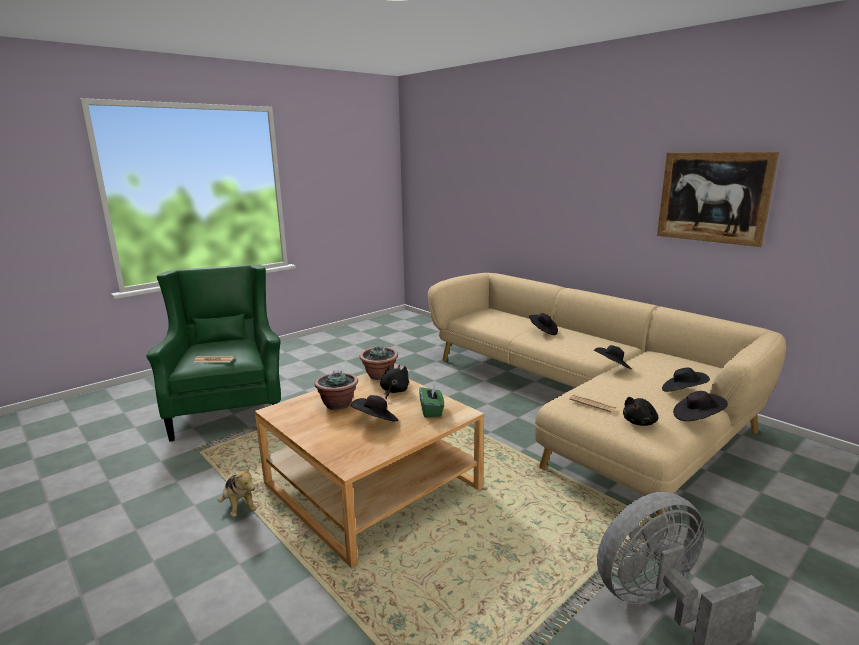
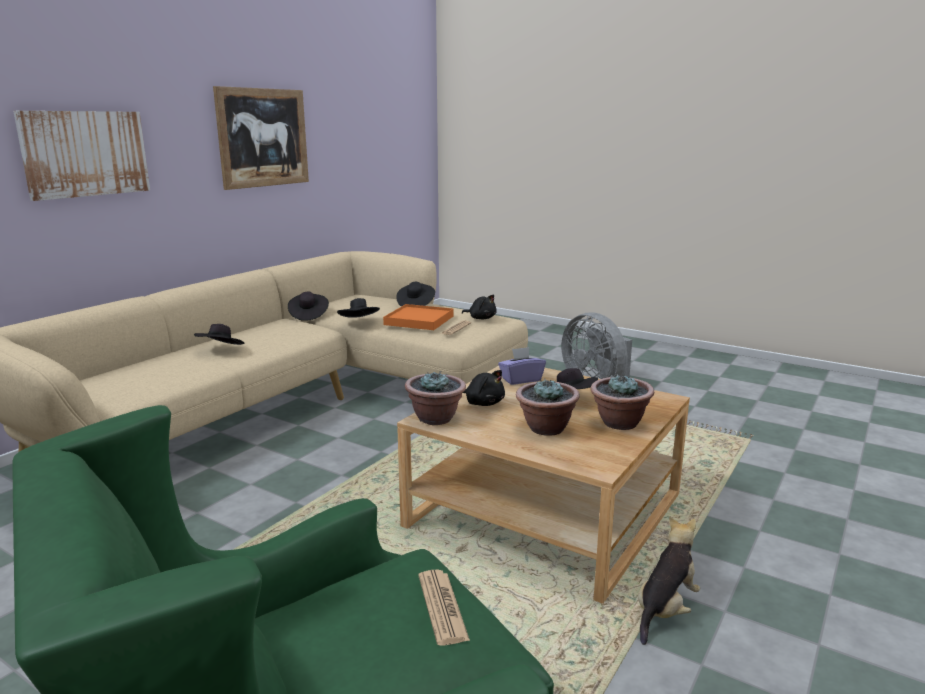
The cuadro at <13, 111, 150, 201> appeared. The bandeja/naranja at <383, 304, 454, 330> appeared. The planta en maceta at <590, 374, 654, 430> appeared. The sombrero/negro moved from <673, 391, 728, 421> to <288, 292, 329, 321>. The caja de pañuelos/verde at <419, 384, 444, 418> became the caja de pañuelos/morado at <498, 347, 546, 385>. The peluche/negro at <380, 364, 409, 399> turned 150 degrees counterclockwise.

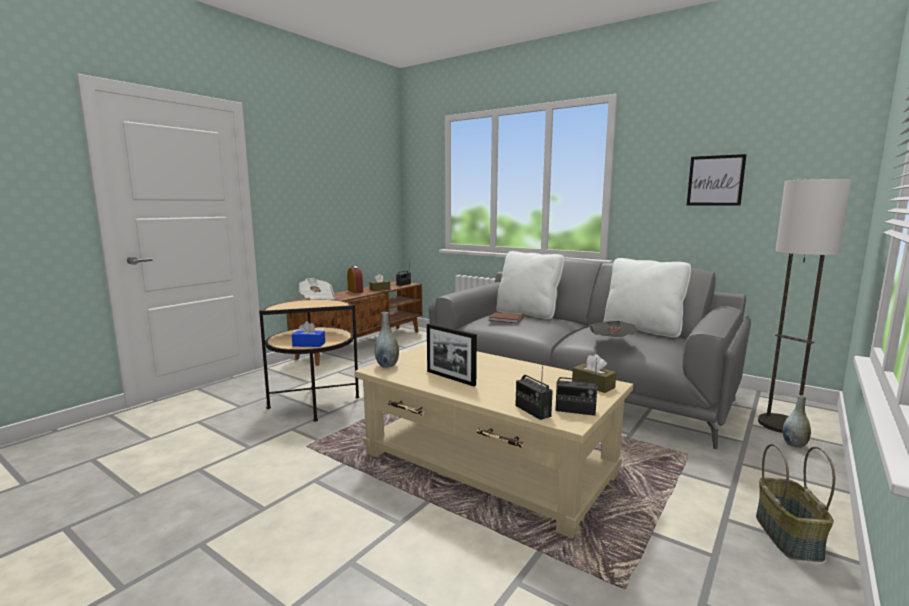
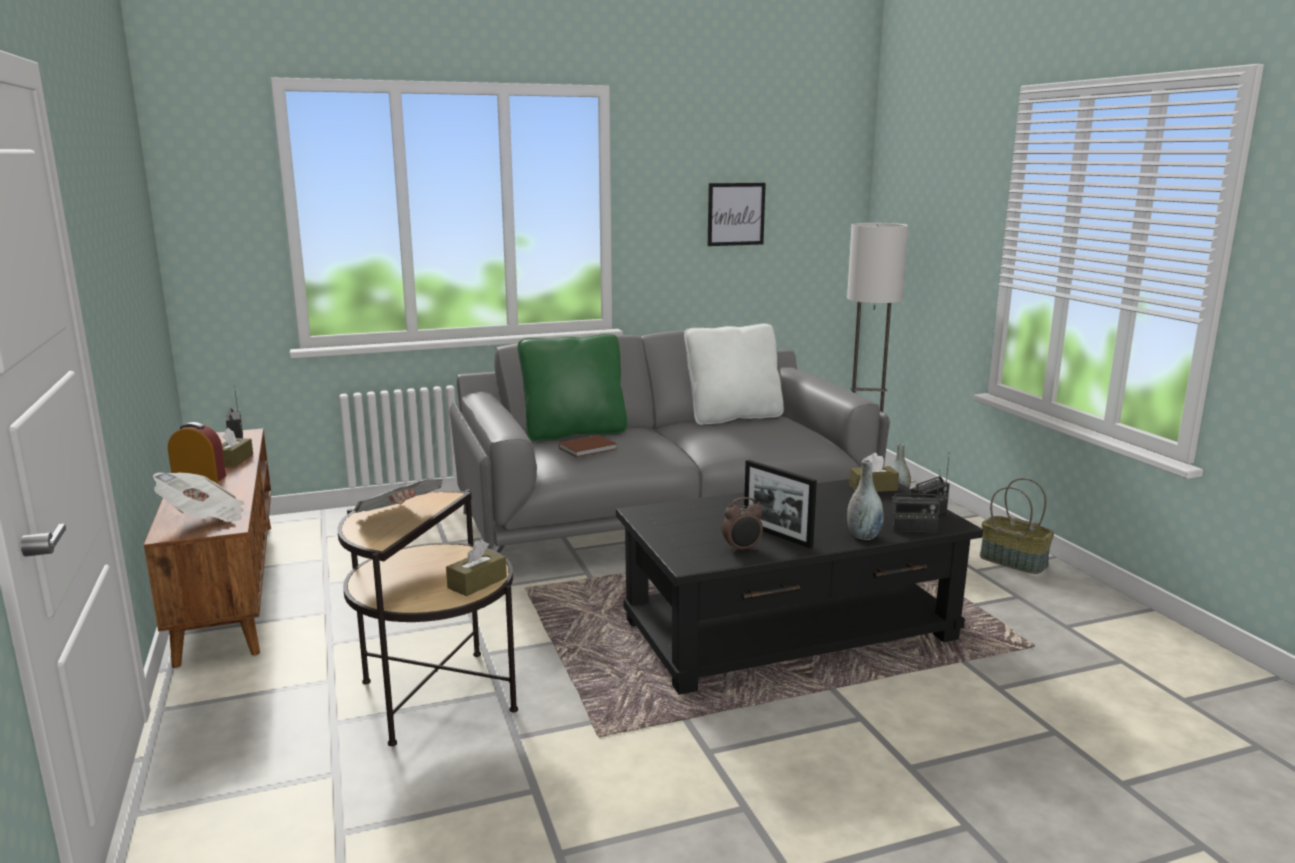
The despertador at <722, 497, 763, 553> appeared. The florero/gris moved from <375, 312, 399, 368> to <847, 460, 884, 540>. The periódico moved from <588, 321, 639, 337> to <354, 479, 443, 513>. The caja de pañuelos/azul at <292, 321, 325, 347> became the caja de pañuelos/marrón at <446, 541, 507, 596>. The mesa de centro/beis at <354, 344, 633, 538> became the mesa de centro/negro at <616, 479, 983, 695>. The cojín/blanco at <496, 251, 564, 319> became the cojín/verde at <518, 334, 628, 441>. The portarretratos at <427, 324, 477, 386> turned 60 degrees clockwise.

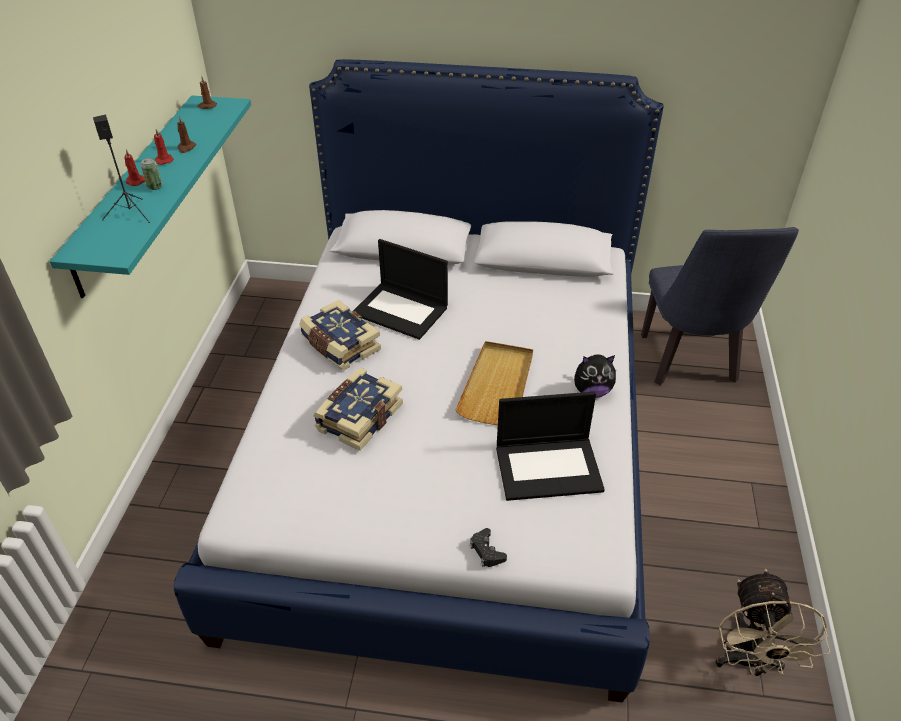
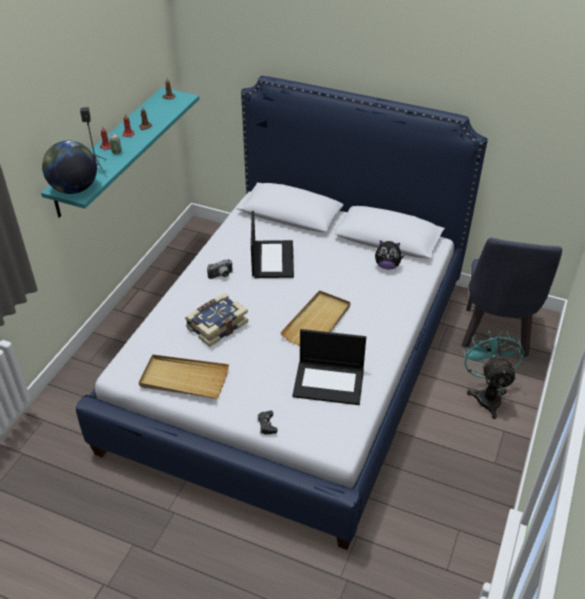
The ventilador/beis at <715, 569, 830, 676> disappeared. The globo terráqueo at <42, 140, 97, 194> appeared. The bandeja/beis at <139, 354, 229, 399> appeared. The ventilador/turquesa at <463, 330, 524, 419> appeared. The peluche moved from <574, 354, 616, 398> to <375, 240, 404, 269>. The libro at <299, 300, 381, 370> was replaced by the cámara at <207, 259, 233, 279>. The portátil at <352, 239, 448, 340> turned 135 degrees counterclockwise.

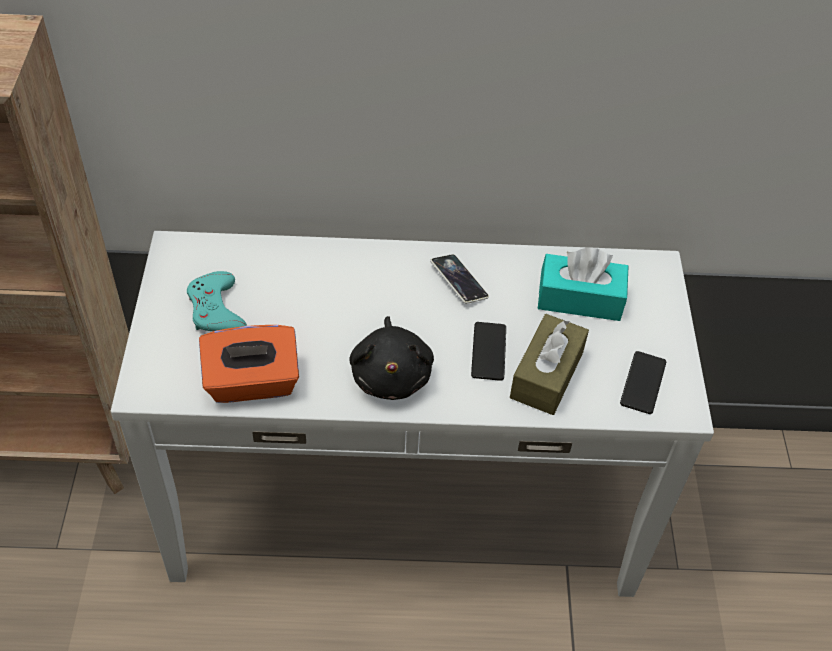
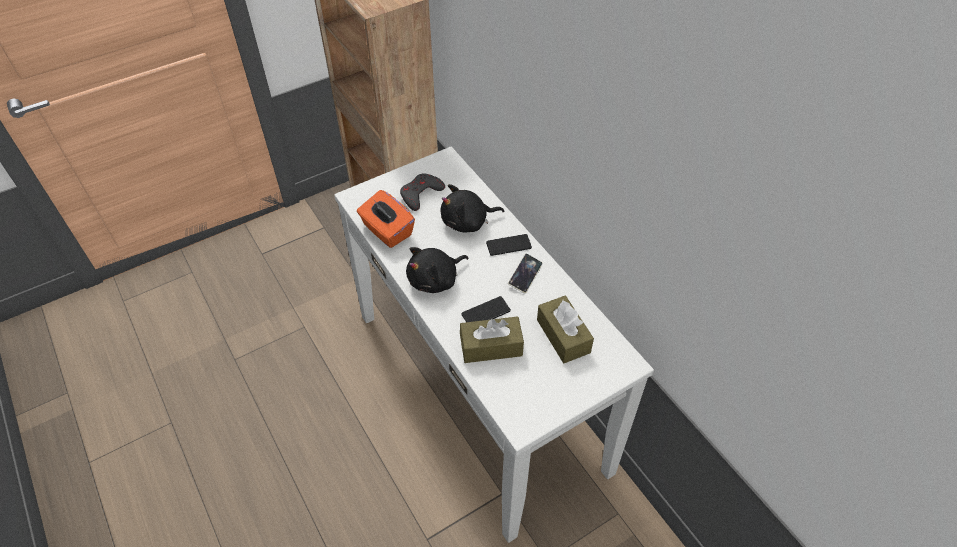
The peluche/negro at <441, 184, 504, 232> appeared. The móvil moved from <620, 351, 666, 414> to <486, 234, 532, 256>. The mando de consola/turquesa at <187, 271, 247, 332> became the mando de consola/gris at <400, 173, 445, 211>. The caja de pañuelos/turquesa at <538, 248, 629, 321> became the caja de pañuelos/marrón at <537, 296, 594, 363>.

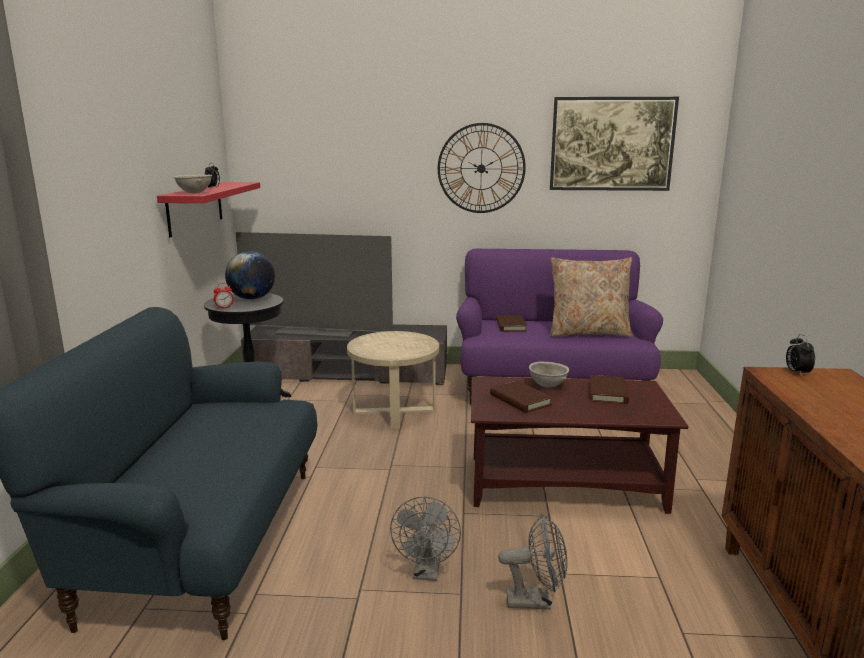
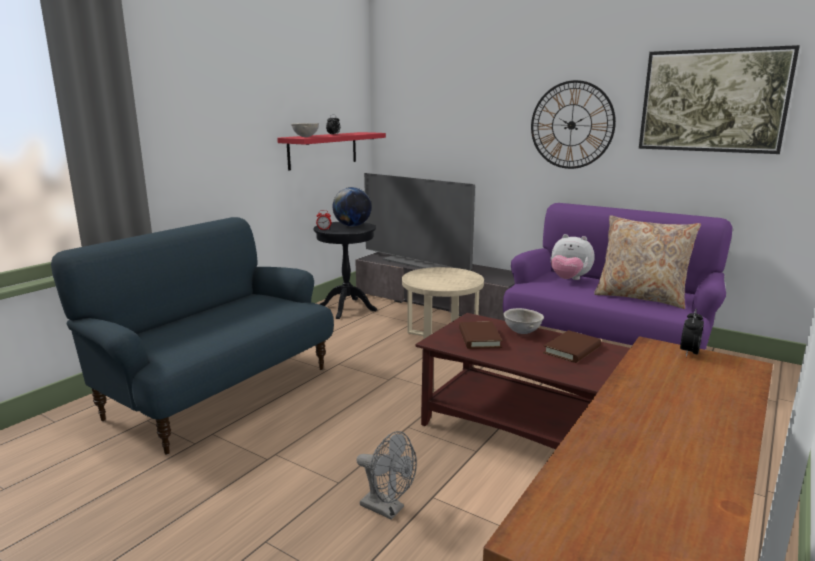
The ventilador/gris at <390, 497, 461, 581> disappeared. The libro/marrón at <496, 315, 527, 332> was replaced by the peluche at <551, 234, 595, 280>.

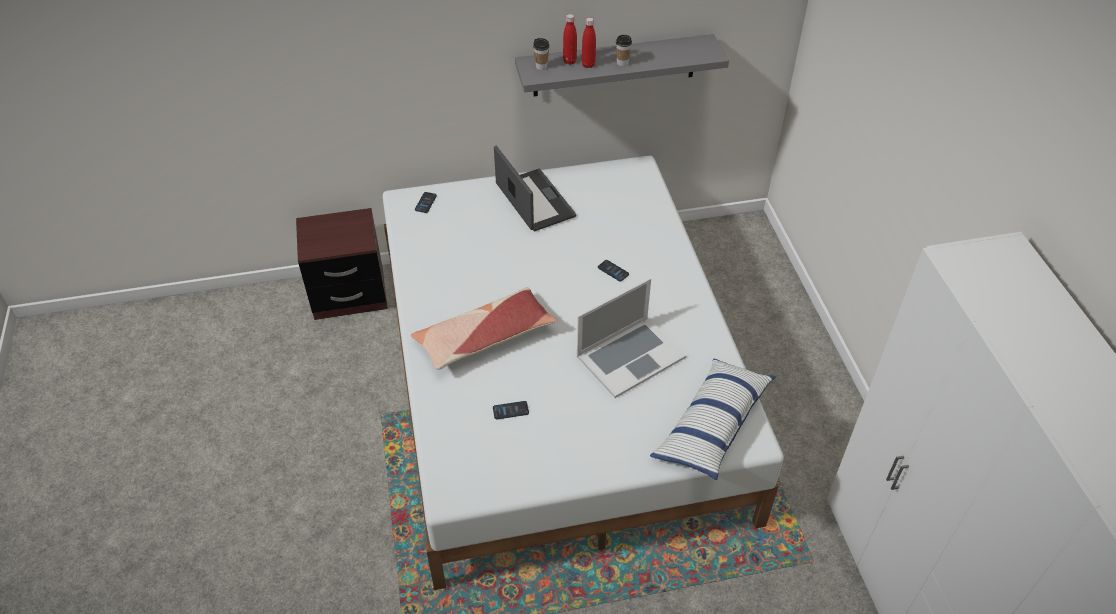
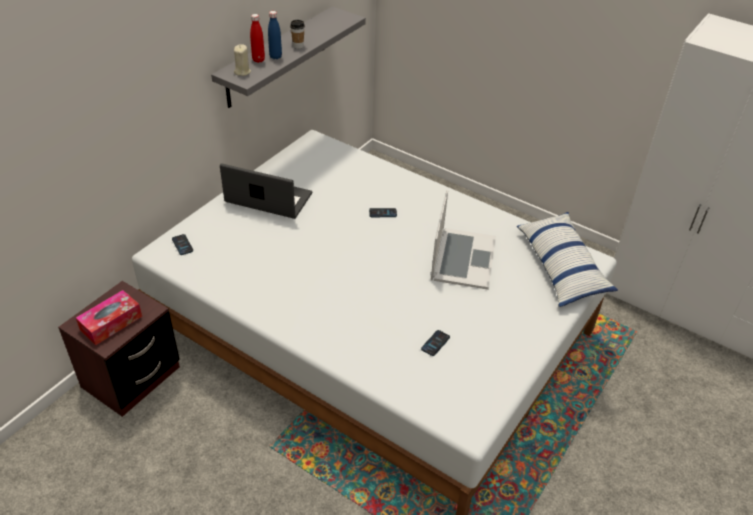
The cojín at <411, 287, 558, 370> disappeared. The caja de pañuelos at <76, 290, 142, 345> appeared. The taza at <533, 38, 550, 70> was replaced by the vela/beis at <234, 44, 251, 76>. The botella/rojo at <582, 18, 596, 68> became the botella/azul at <268, 11, 282, 59>.

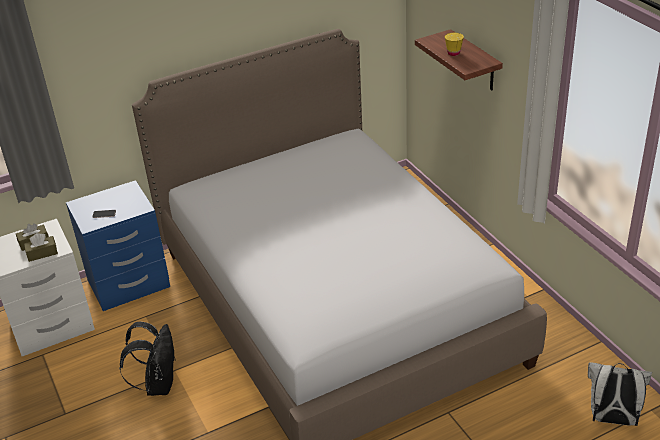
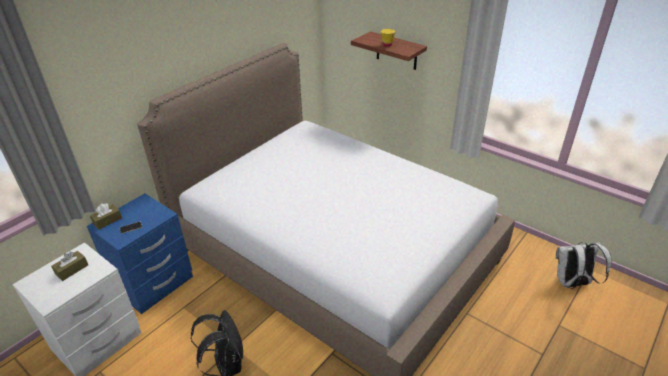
The caja de pañuelos/marrón moved from <24, 233, 58, 262> to <90, 203, 122, 230>.

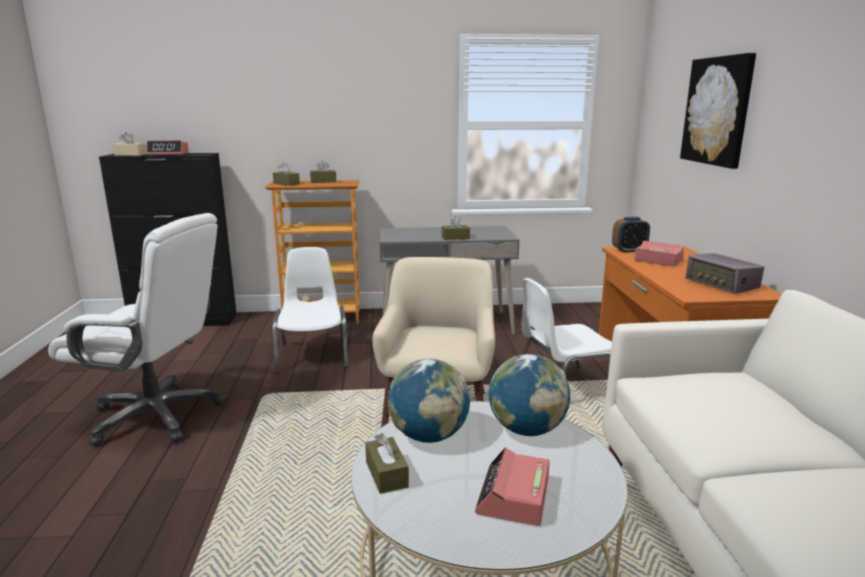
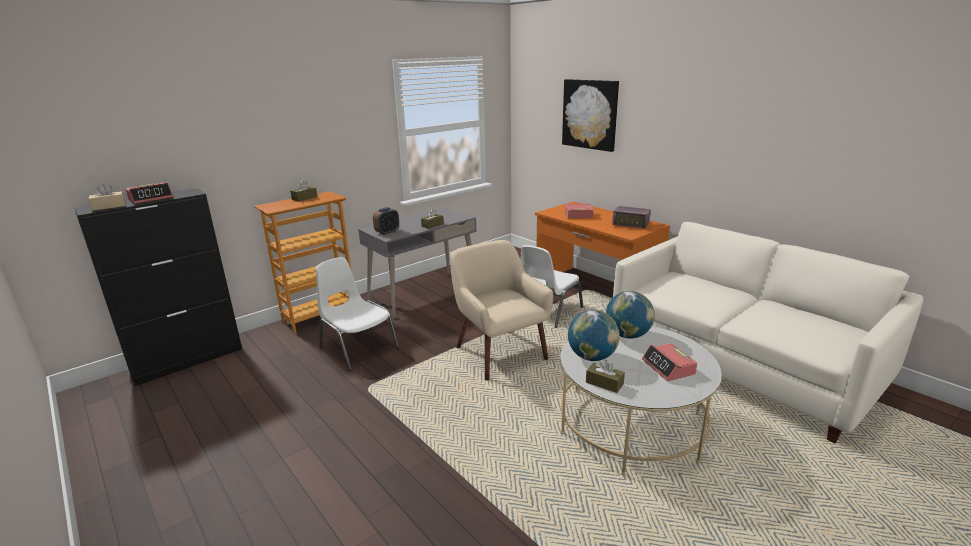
The silla de oficina/blanco at <48, 213, 224, 447> disappeared. The caja de pañuelos/marrón at <273, 162, 300, 186> disappeared. The despertador moved from <612, 217, 650, 253> to <373, 207, 399, 235>.

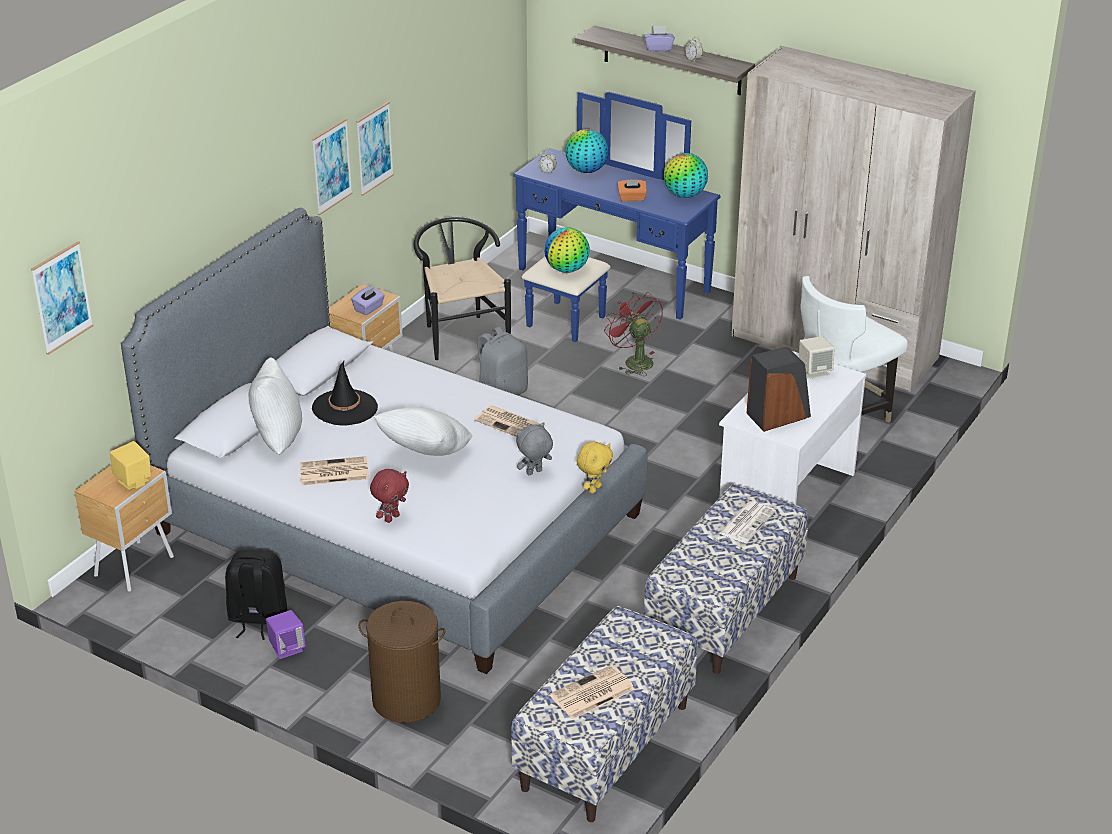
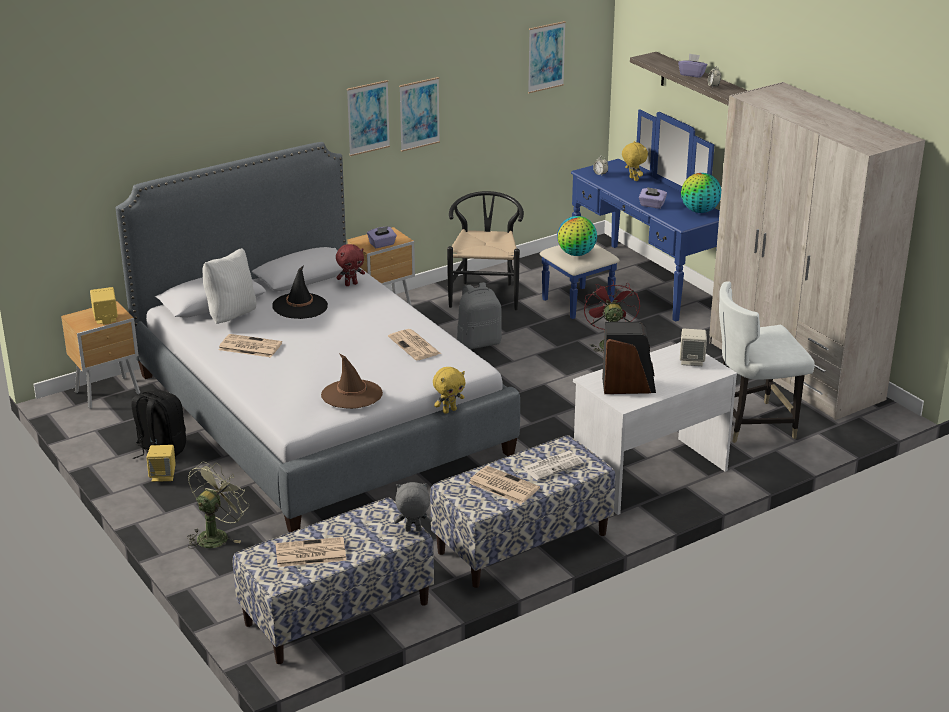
The cojín/blanco at <374, 407, 473, 456> disappeared. The sombrero/marrón at <321, 354, 383, 409> appeared. The periódico at <469, 466, 540, 504> appeared. The cuadro moved from <31, 241, 93, 355> to <528, 21, 566, 93>. The peluche/rojo moved from <370, 469, 409, 523> to <336, 244, 365, 286>. The peluche/gris moved from <516, 422, 553, 475> to <394, 482, 432, 532>. The cesto de la ropa/marrón at <358, 601, 445, 723> was replaced by the ventilador/verde at <187, 462, 249, 549>. The globo terráqueo at <565, 129, 609, 173> was replaced by the peluche/amarillo at <622, 141, 648, 181>. The altavoz/morado at <266, 610, 306, 659> became the altavoz/amarillo at <147, 445, 176, 482>. The caja de pañuelos/naranja at <617, 179, 647, 202> became the caja de pañuelos/morado at <639, 187, 667, 209>.

